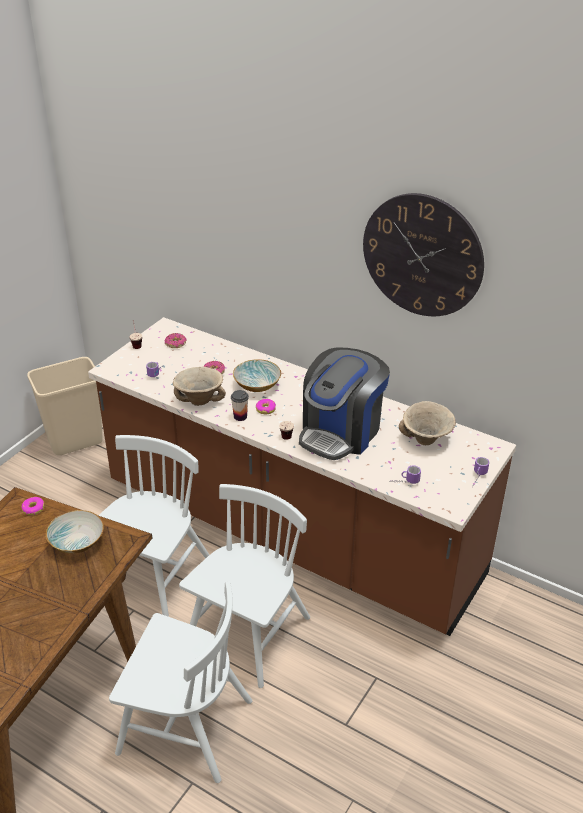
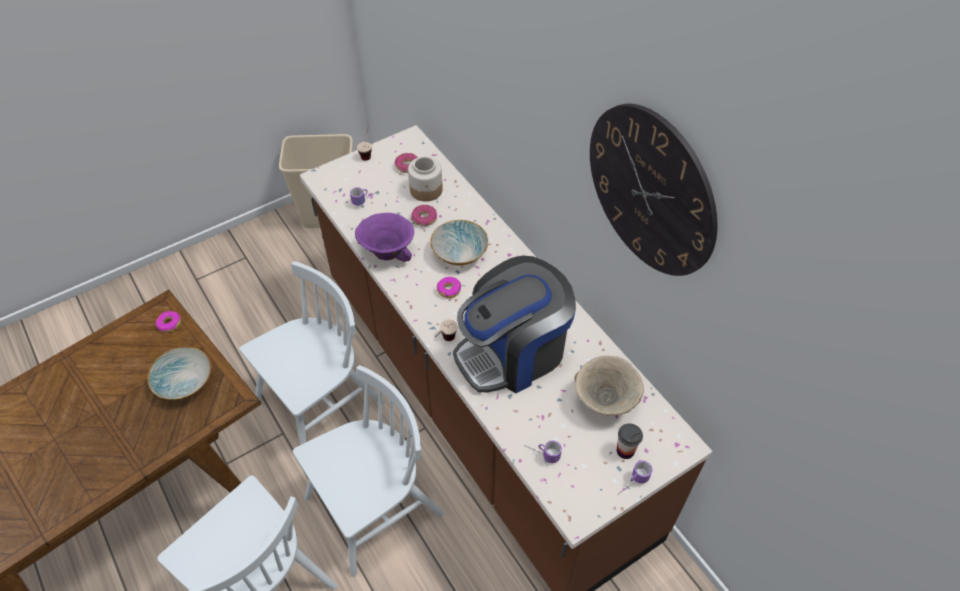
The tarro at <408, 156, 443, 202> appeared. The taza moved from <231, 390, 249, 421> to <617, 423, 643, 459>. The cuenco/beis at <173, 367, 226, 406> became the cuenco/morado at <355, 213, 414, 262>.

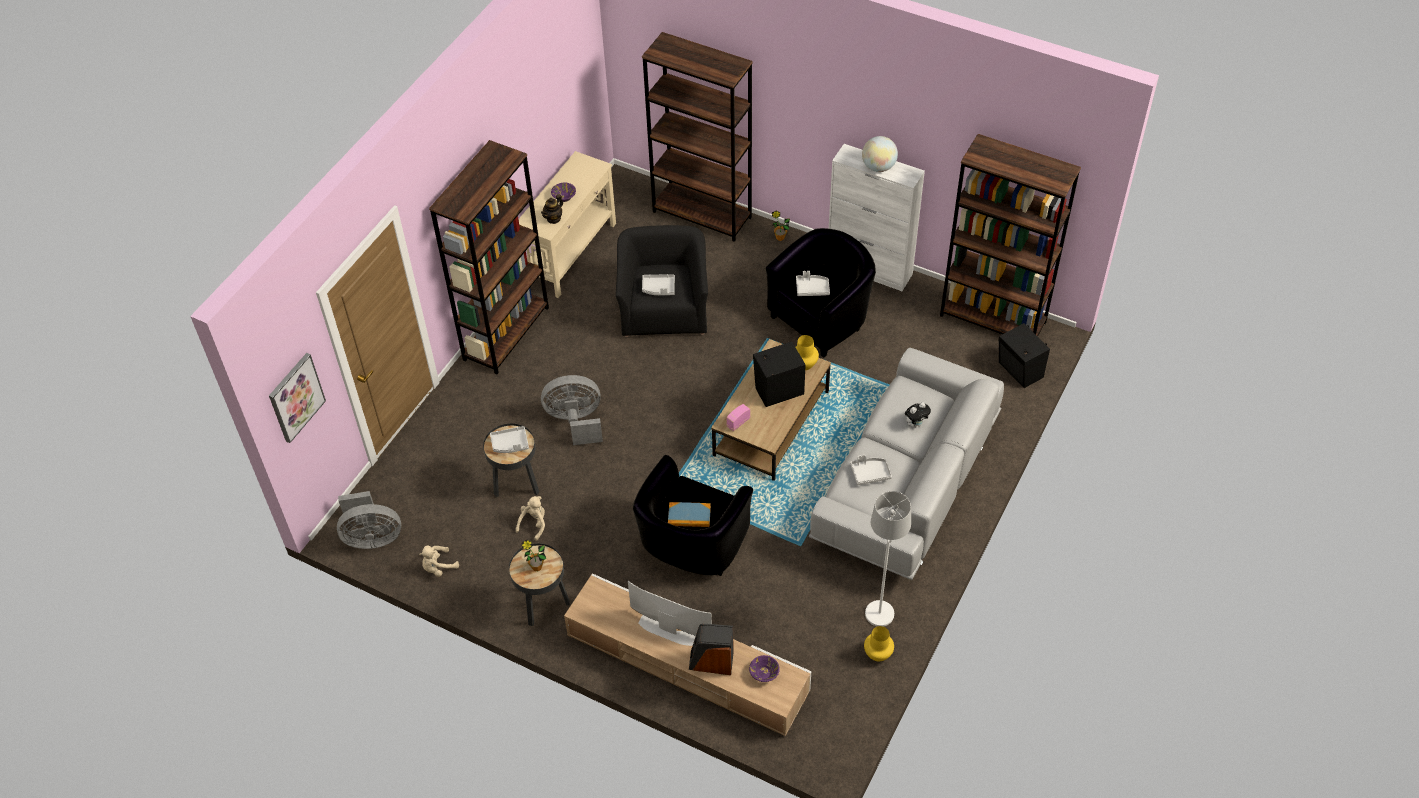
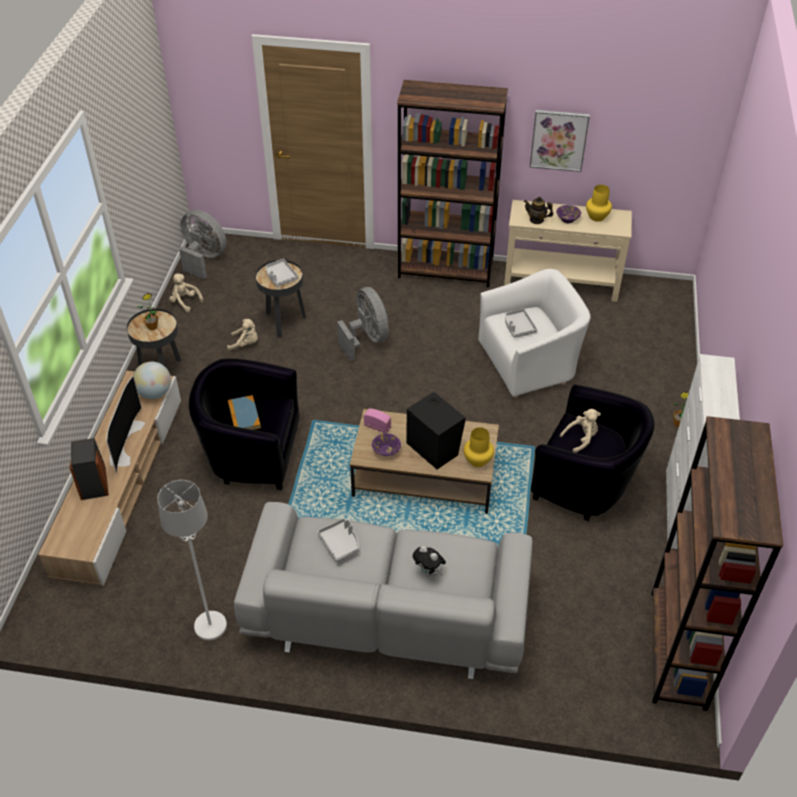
The estantería/marrón at <642, 32, 753, 242> disappeared. The altavoz/negro at <998, 323, 1050, 388> disappeared. The cuadro moved from <269, 353, 326, 443> to <530, 110, 590, 172>. The cuenco/morado moved from <749, 655, 780, 682> to <372, 433, 401, 456>. The globo terráqueo moved from <862, 136, 898, 172> to <133, 362, 171, 399>. The florero/amarillo moved from <864, 626, 894, 661> to <586, 185, 612, 222>. The bandeja/gris at <796, 271, 830, 296> was replaced by the peluche/beis at <560, 409, 601, 453>. The sillón/negro at <616, 225, 708, 337> became the sillón/blanco at <478, 269, 590, 398>. The ventilador/gris at <337, 491, 401, 549> turned 150 degrees clockwise.

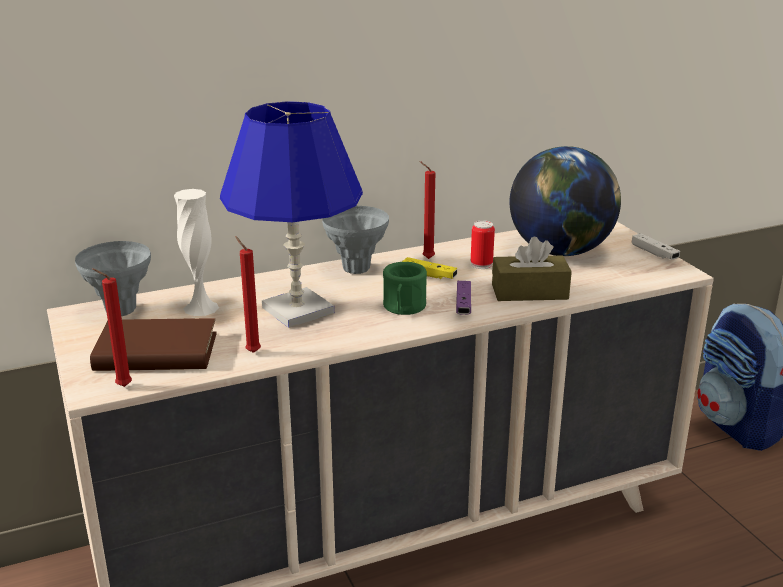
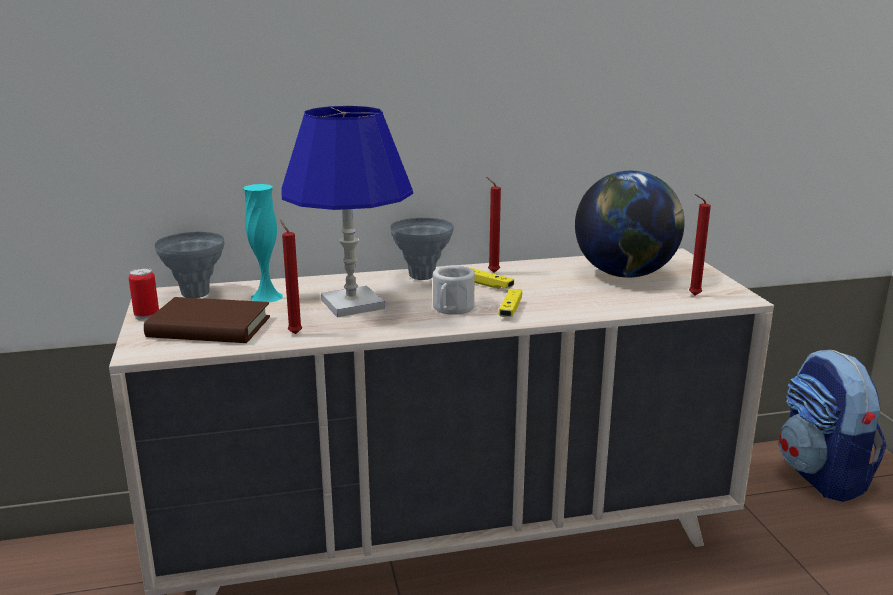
The caja de pañuelos/marrón at <492, 236, 572, 301> disappeared. The mando de consola/blanco at <632, 233, 680, 260> disappeared. The vela/rojo moved from <92, 268, 132, 387> to <689, 194, 711, 296>. The lata moved from <471, 220, 495, 269> to <129, 268, 159, 320>. The florero/blanco at <174, 189, 219, 316> became the florero/turquesa at <243, 184, 283, 303>. The taza grande/verde at <383, 262, 427, 315> became the taza grande/blanco at <433, 265, 475, 315>. The mando de consola/morado at <456, 281, 471, 315> became the mando de consola/amarillo at <498, 289, 522, 317>.

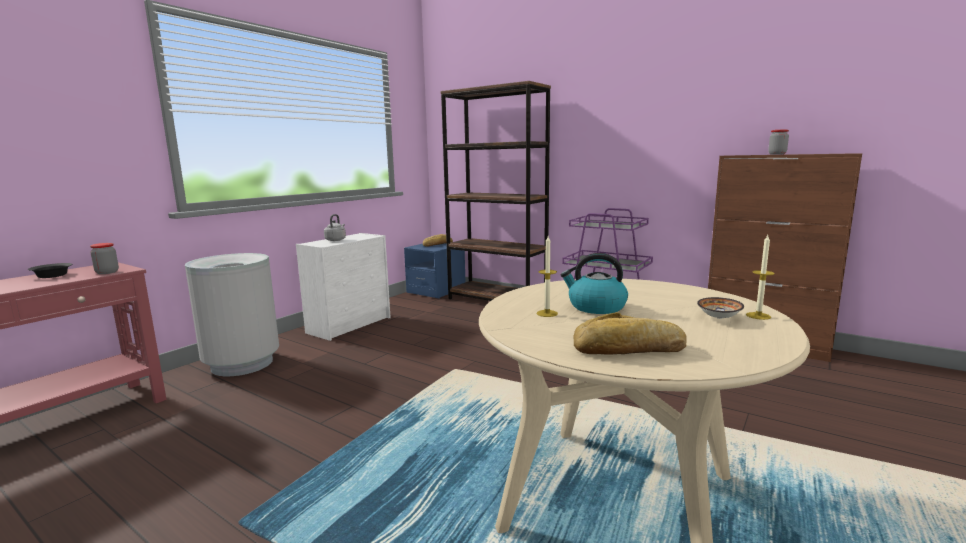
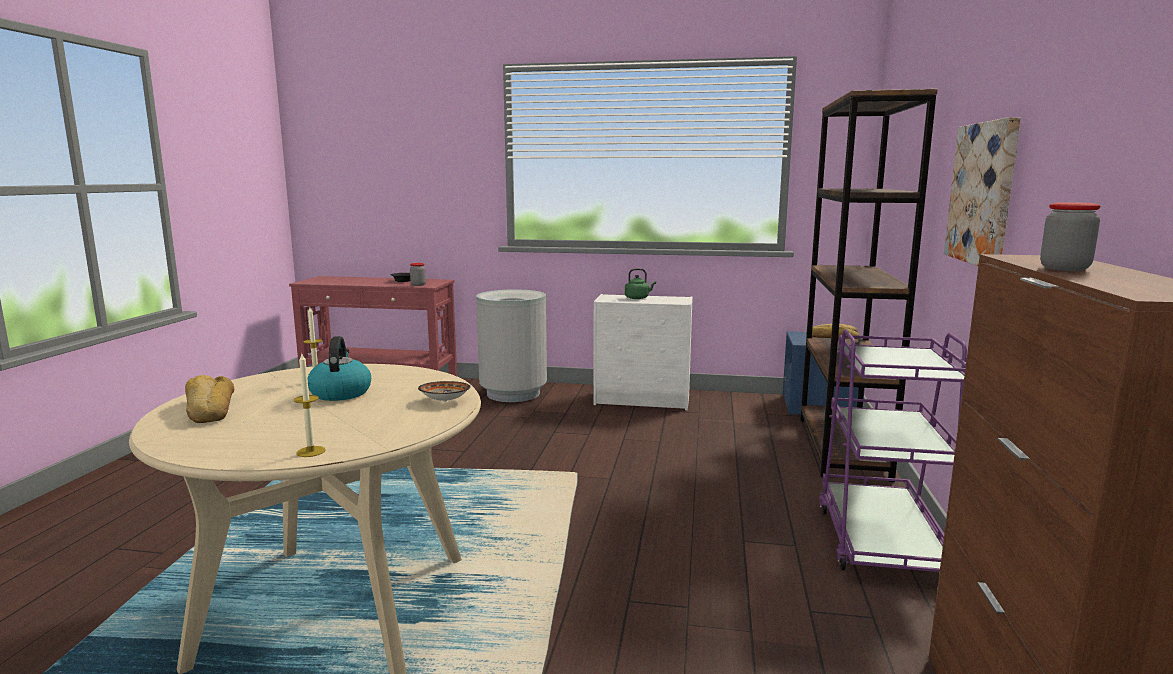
The cuadro at <944, 117, 1021, 266> appeared. The cuenco moved from <697, 297, 744, 319> to <418, 381, 470, 402>. The hervidor/gris at <324, 214, 346, 241> became the hervidor/verde at <625, 268, 656, 299>.

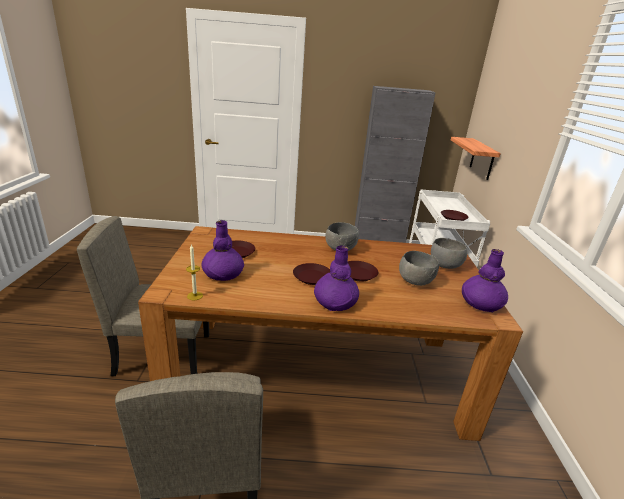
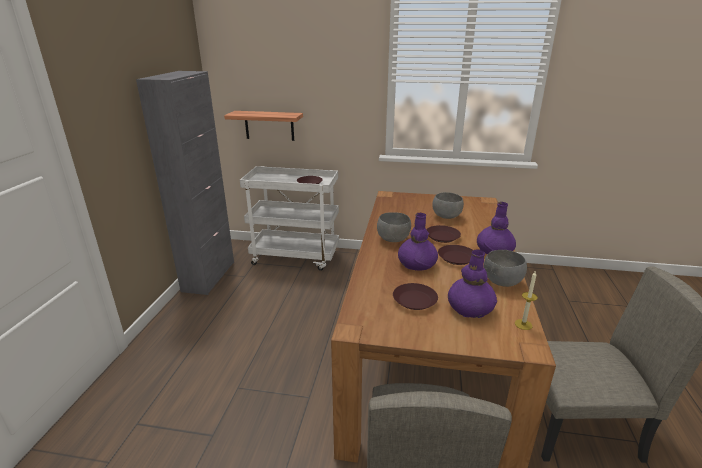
The cuenco/gris moved from <431, 238, 467, 269> to <484, 250, 527, 287>. The florero/morado moved from <462, 249, 508, 312> to <398, 213, 438, 271>.

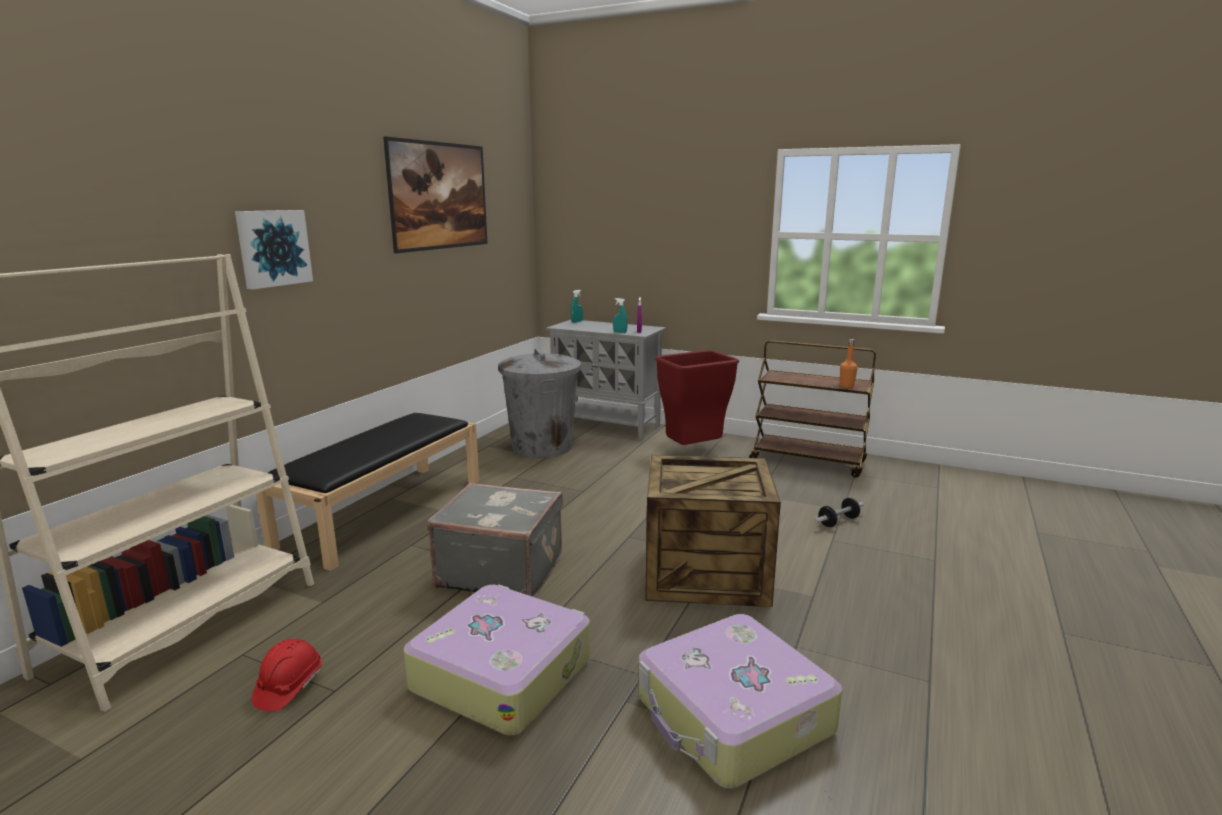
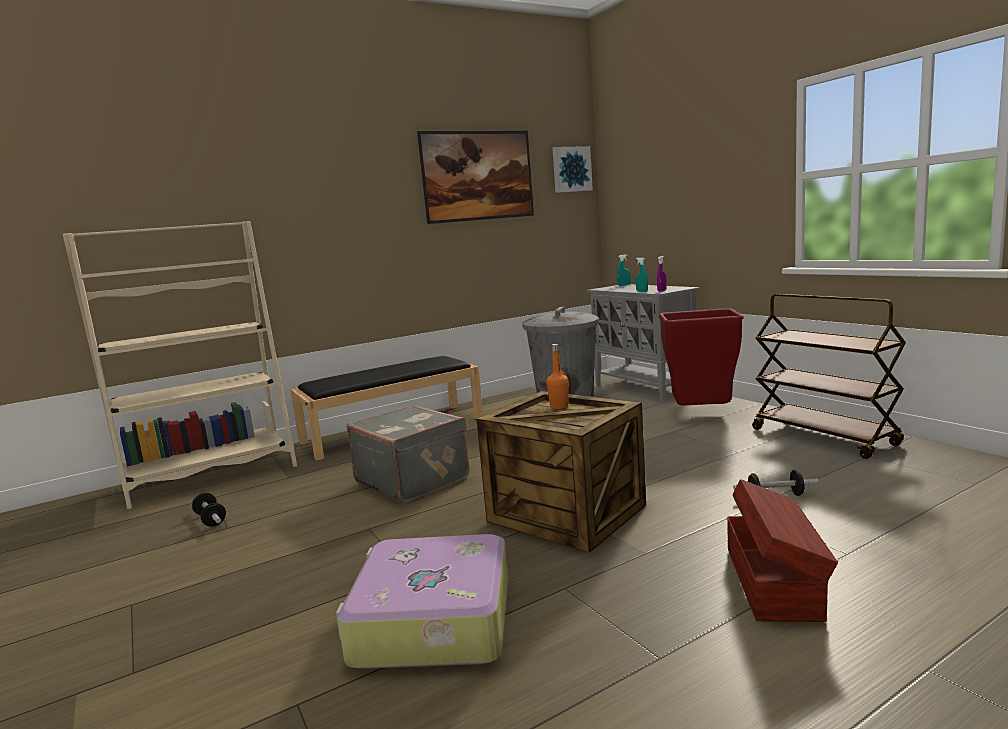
The maleta at <404, 585, 590, 736> disappeared. The caja de almacenaje/marrón at <727, 479, 838, 622> appeared. The cuadro moved from <235, 210, 313, 289> to <552, 146, 593, 193>. The botella/naranja moved from <840, 339, 858, 388> to <546, 344, 569, 409>. The casco/rojo at <252, 639, 322, 712> was replaced by the mancuerna at <192, 493, 226, 527>.

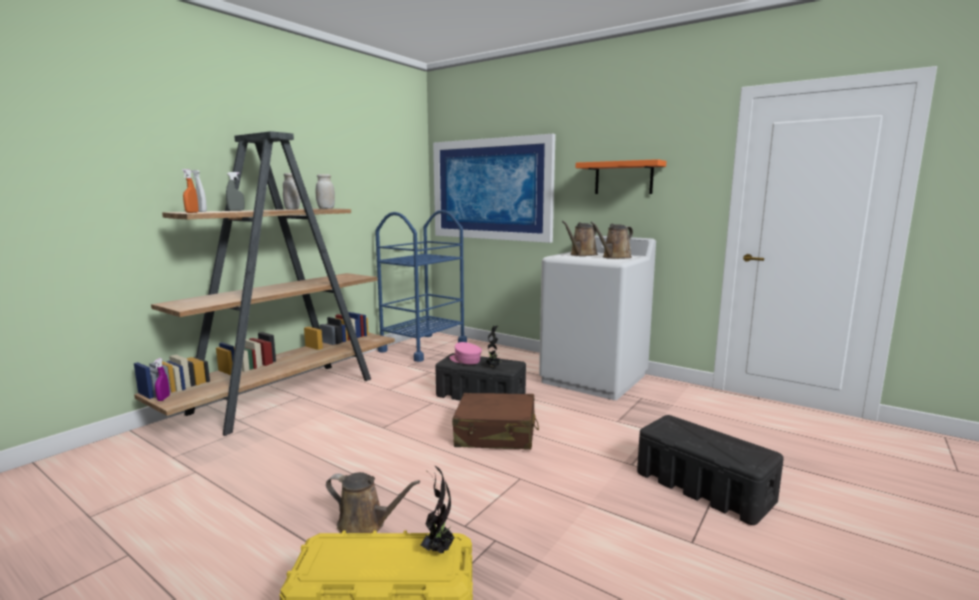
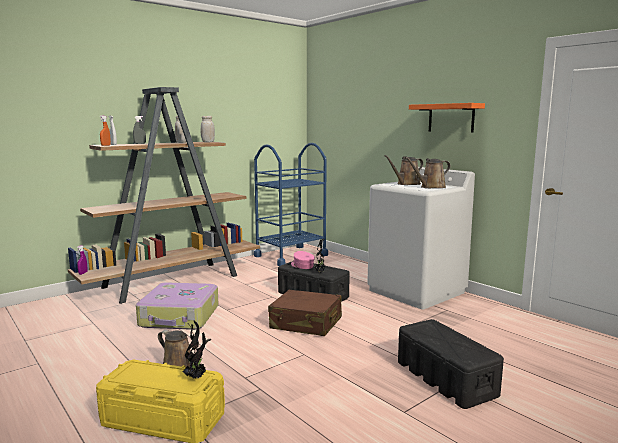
The cuadro at <433, 134, 556, 243> disappeared. The maleta at <136, 282, 219, 330> appeared.

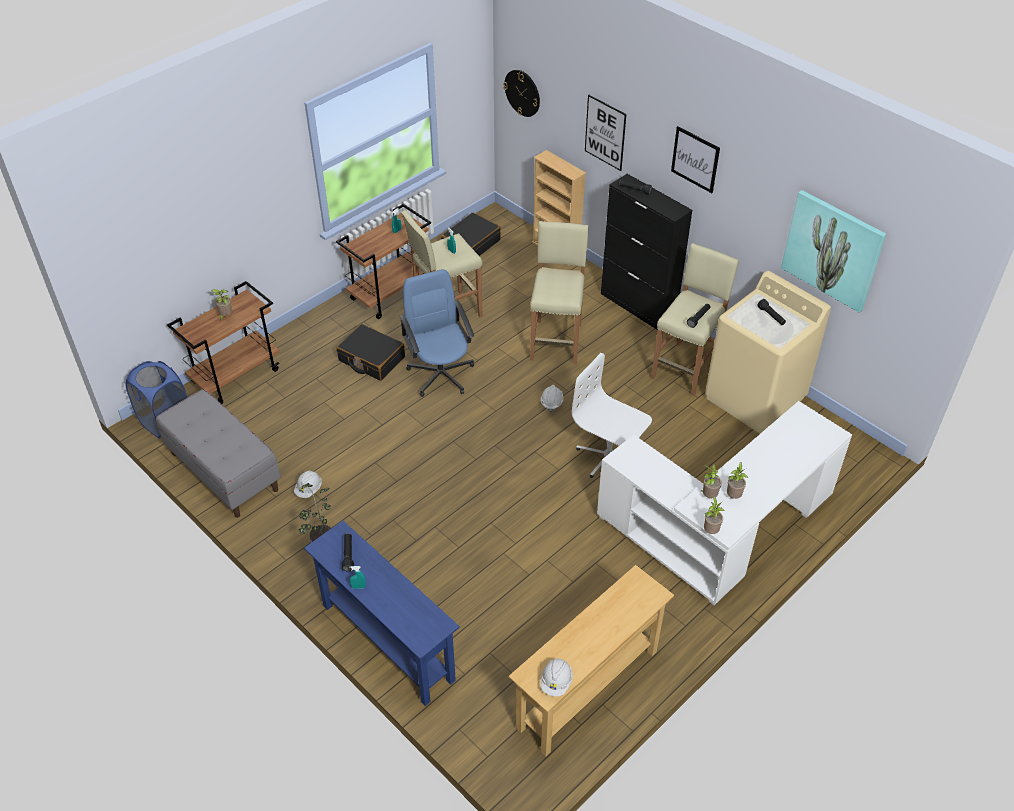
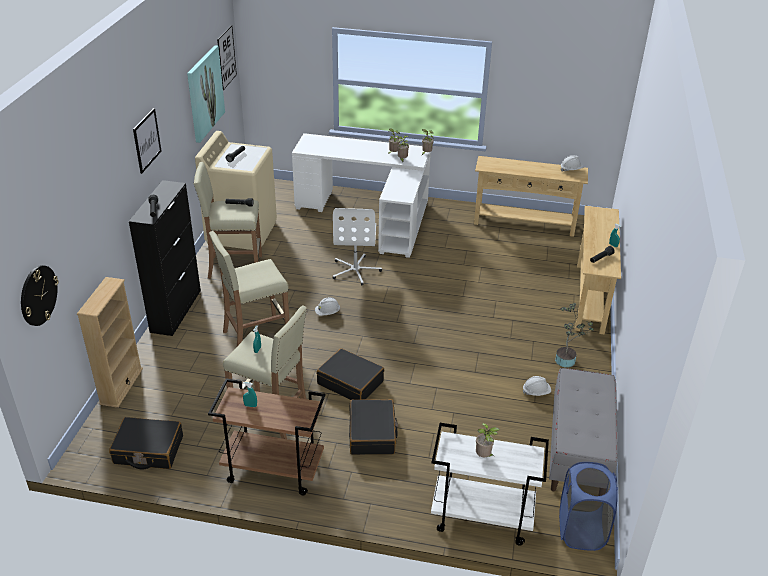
The cuadro moved from <585, 95, 626, 171> to <217, 25, 237, 90>. The silla de oficina/azul at <399, 269, 474, 397> was replaced by the maleta/negro at <317, 348, 384, 400>. The carrito/marrón at <167, 281, 280, 404> became the carrito/blanco at <431, 423, 549, 546>. The mesa consola/azul at <304, 521, 460, 706> became the mesa consola/beis at <575, 206, 621, 334>.

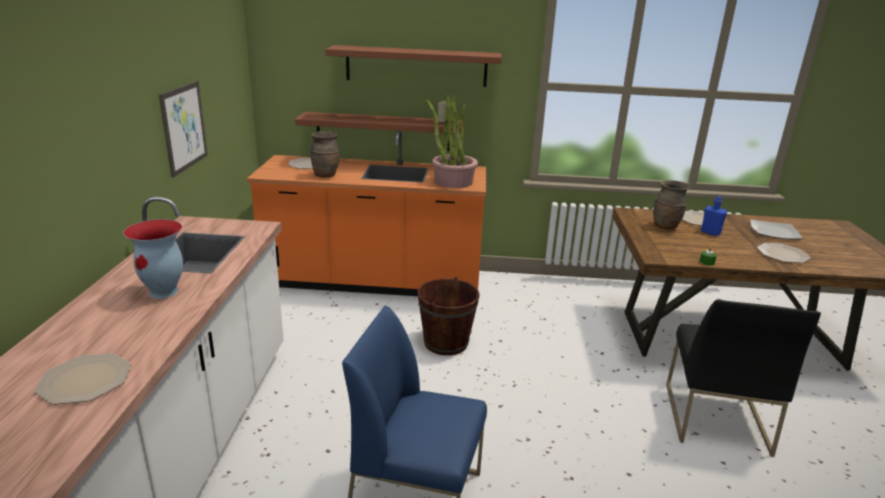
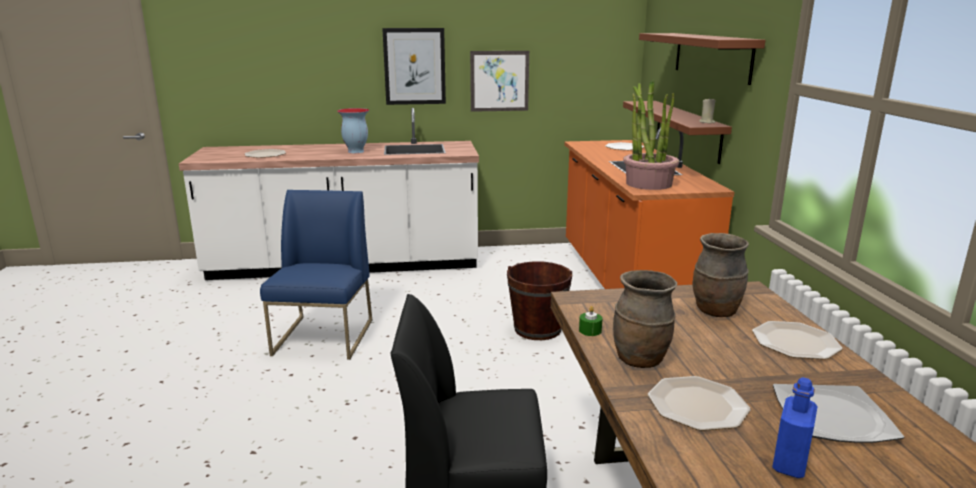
The cuadro at <382, 28, 446, 105> appeared. The florero/marrón moved from <310, 131, 340, 177> to <613, 270, 677, 368>. The botella/azul moved from <701, 196, 727, 236> to <772, 377, 818, 478>.

